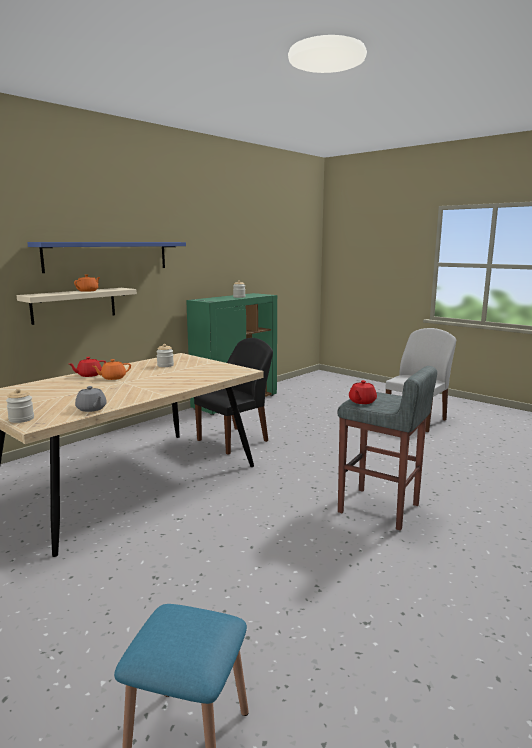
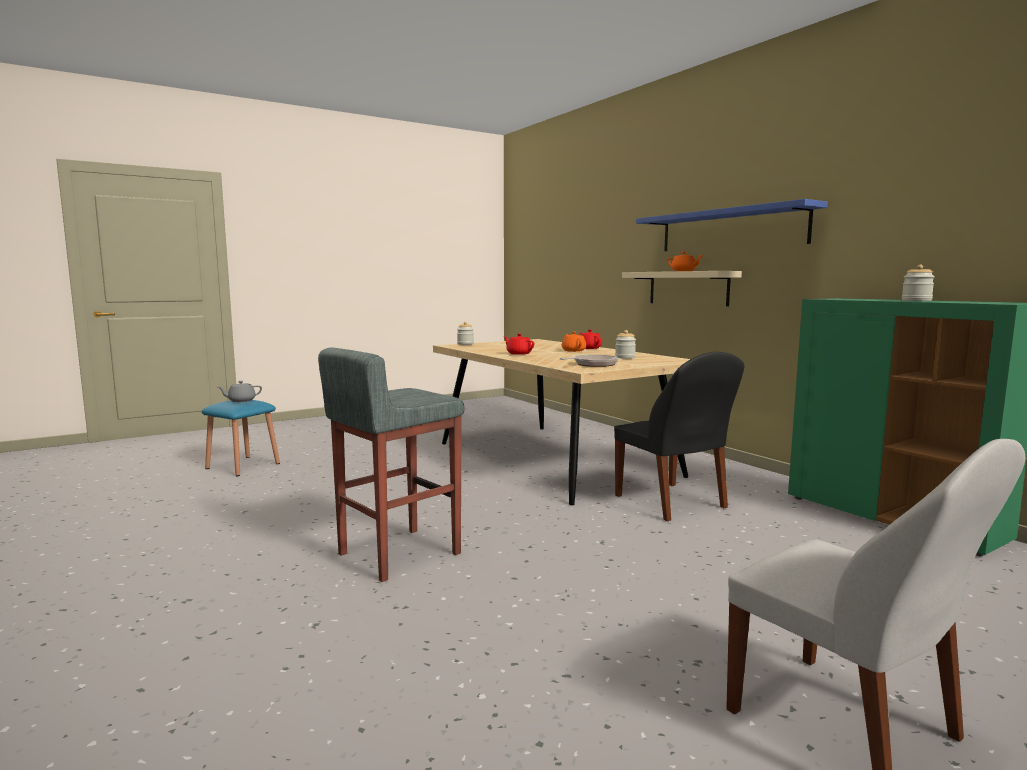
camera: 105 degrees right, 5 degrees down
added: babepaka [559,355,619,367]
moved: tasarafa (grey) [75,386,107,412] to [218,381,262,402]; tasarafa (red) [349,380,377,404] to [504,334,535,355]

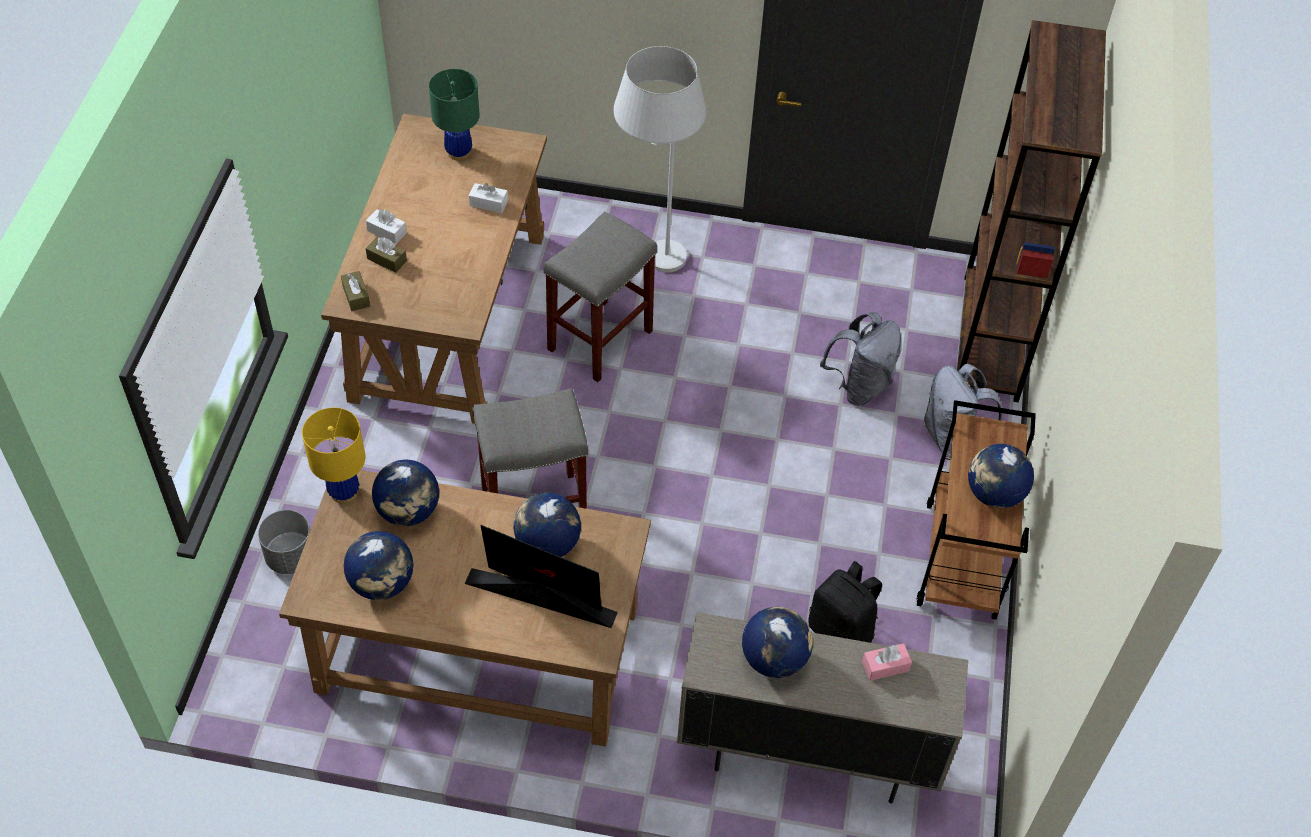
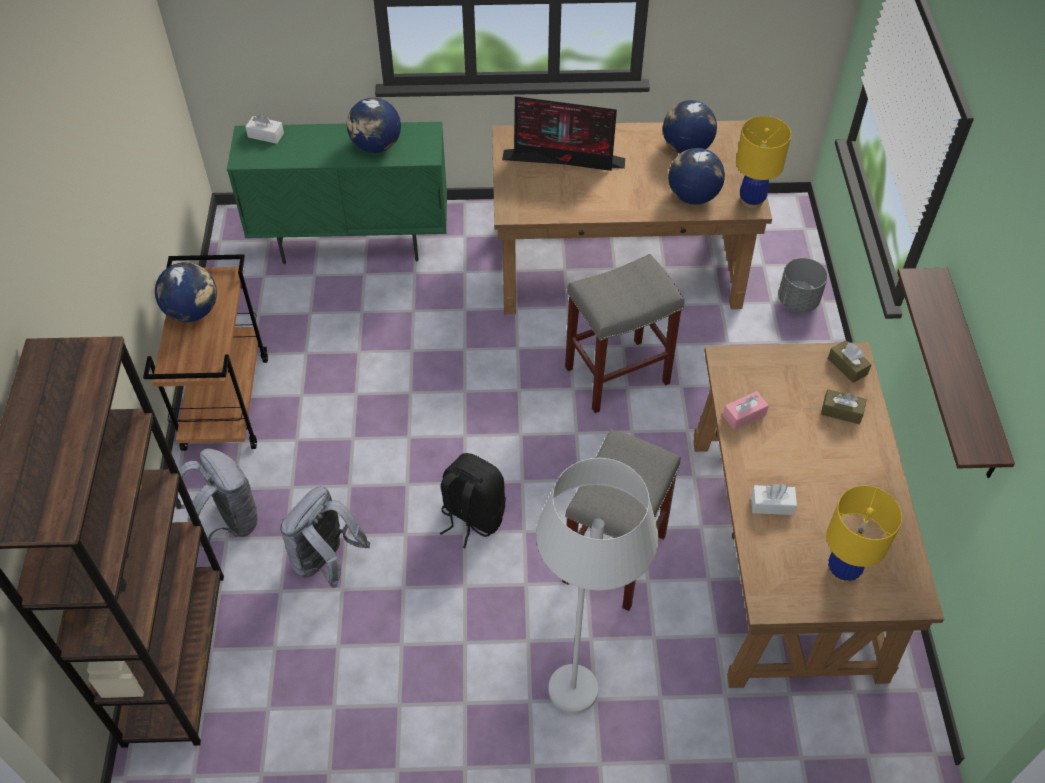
camera: 170 degrees right, 0 degrees up
removed: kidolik [514,493,581,557]
added: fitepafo [897,268,1015,478]
moved: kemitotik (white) [366,209,407,244] to [245,114,284,144]; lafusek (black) [808,561,882,643] to [440,453,506,548]; kemitotik (pink) [862,643,912,681] to [723,391,769,430]
recoloured: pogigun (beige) [677,612,968,804] to pogigun (green) [227,122,447,264]; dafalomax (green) [429,69,480,161] to dafalomax (yellow) [826,486,902,583]

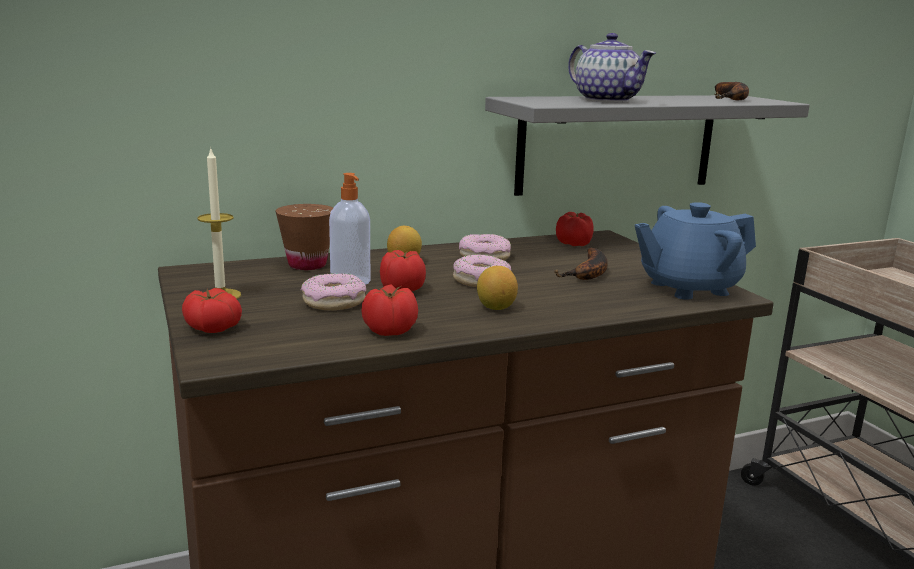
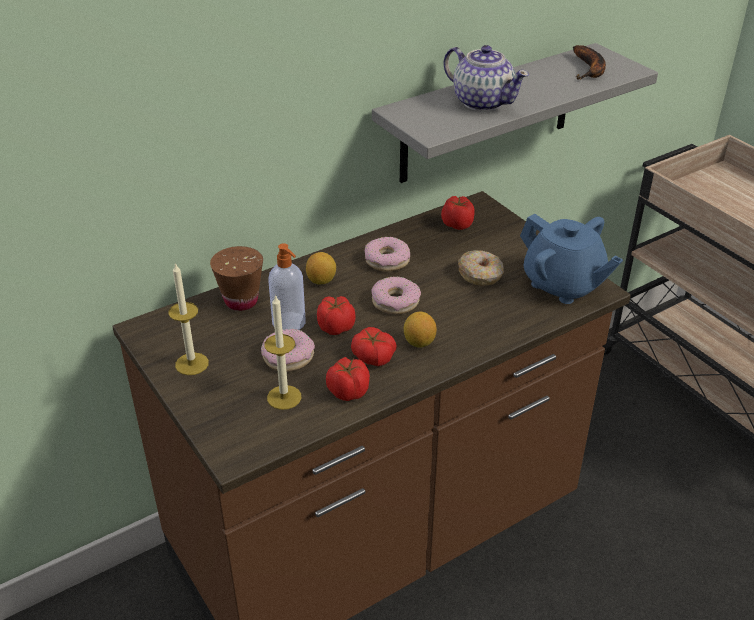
camera: 10 degrees left, 20 degrees up
added: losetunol [264,294,301,410]
moved: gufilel [182,288,242,333] to [351,327,397,366]
replaced: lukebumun [554,248,607,280] to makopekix [458,250,504,285]
turned: tasarafa (blue) [635,202,756,300] = [520,214,623,304] 105 degrees counterclockwise

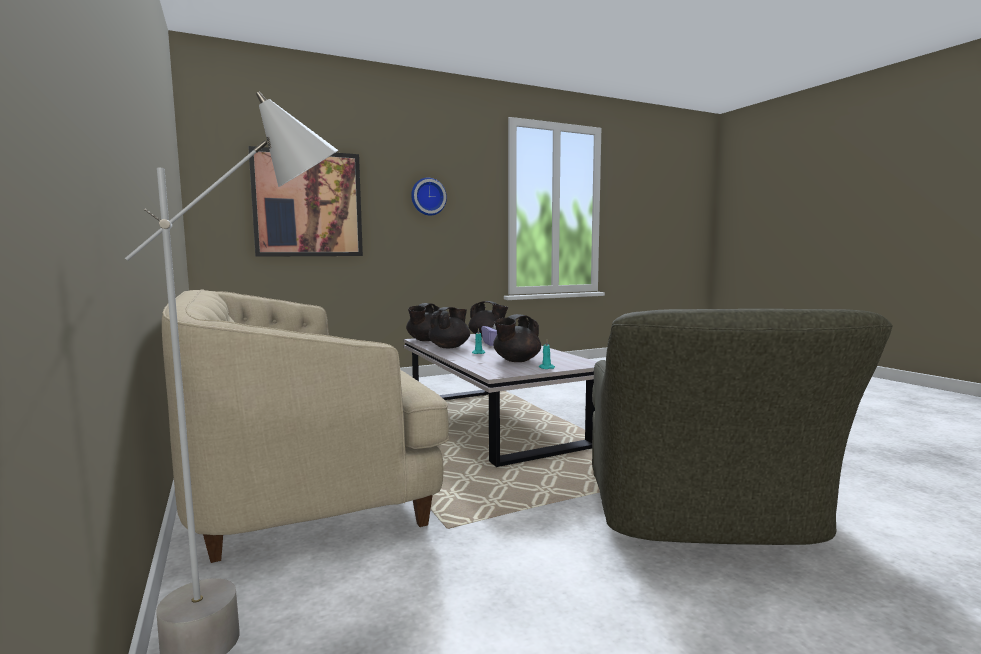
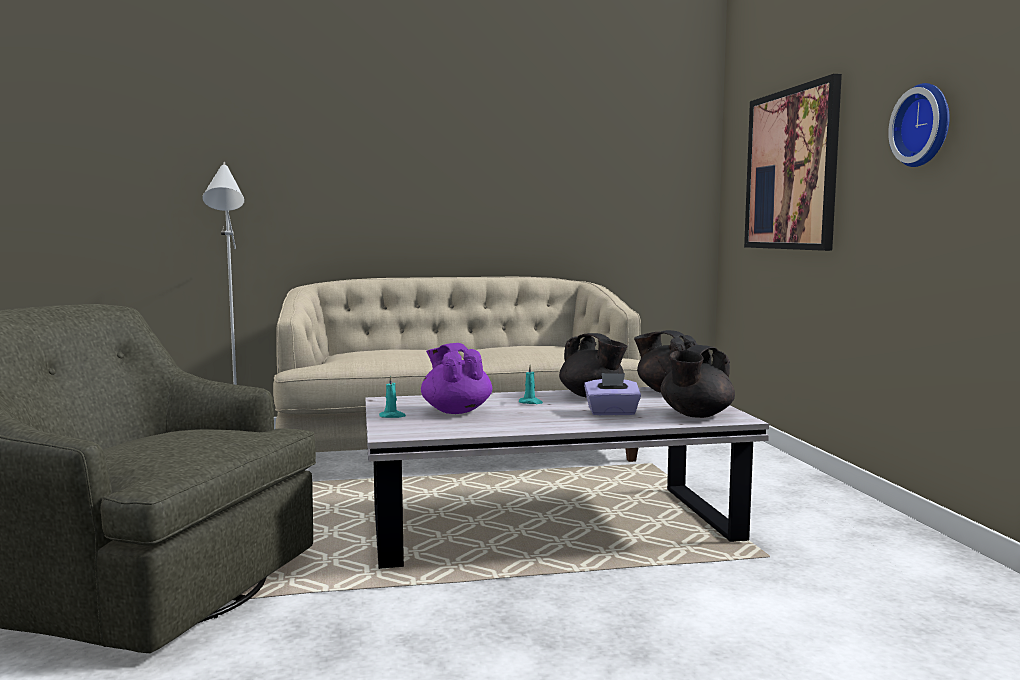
camera: 105 degrees right, 0 degrees up
recoloured: tasarafa (black) [493,314,541,362] to tasarafa (purple) [421,343,492,414]

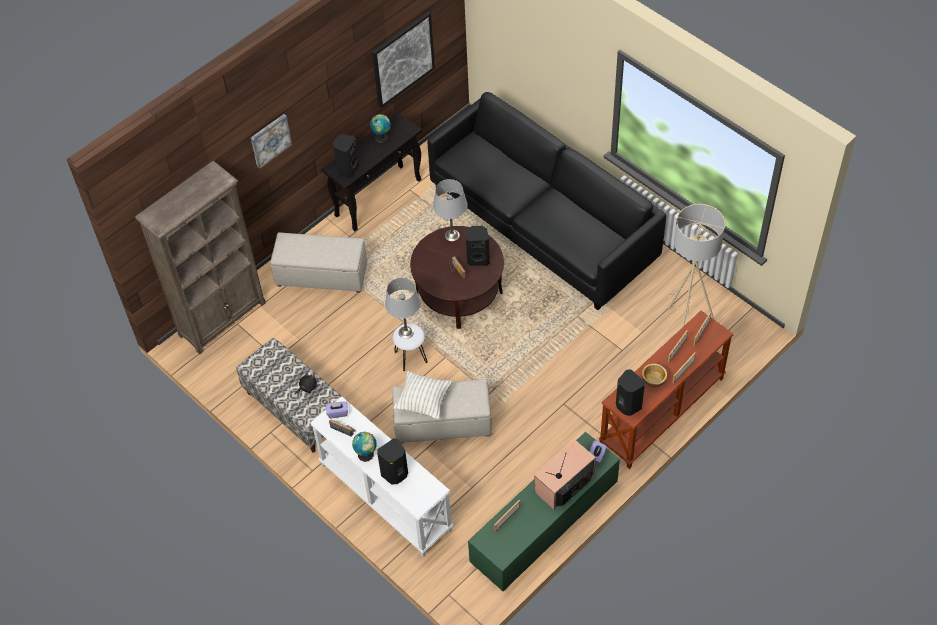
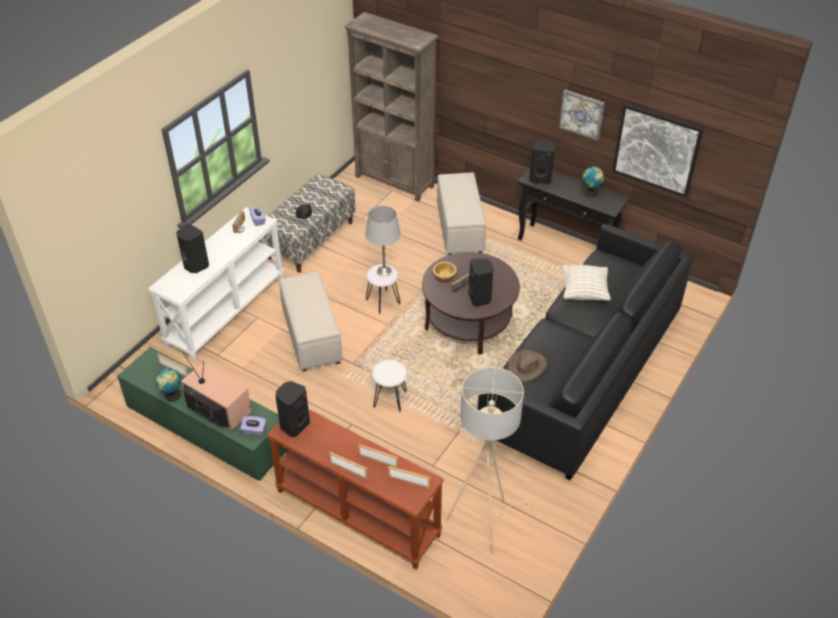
camera: 75 degrees right, 10 degrees down
removed: dafalomax (grey) [433,179,467,241]
added: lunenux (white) [372,360,407,412]; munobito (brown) [508,350,547,382]
moved: kidolik [352,432,377,462] to [156,368,181,401]; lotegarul [642,363,667,387] to [433,262,457,283]; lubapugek [251,114,292,169] to [559,90,605,141]; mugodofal [393,371,452,420] to [563,265,611,301]

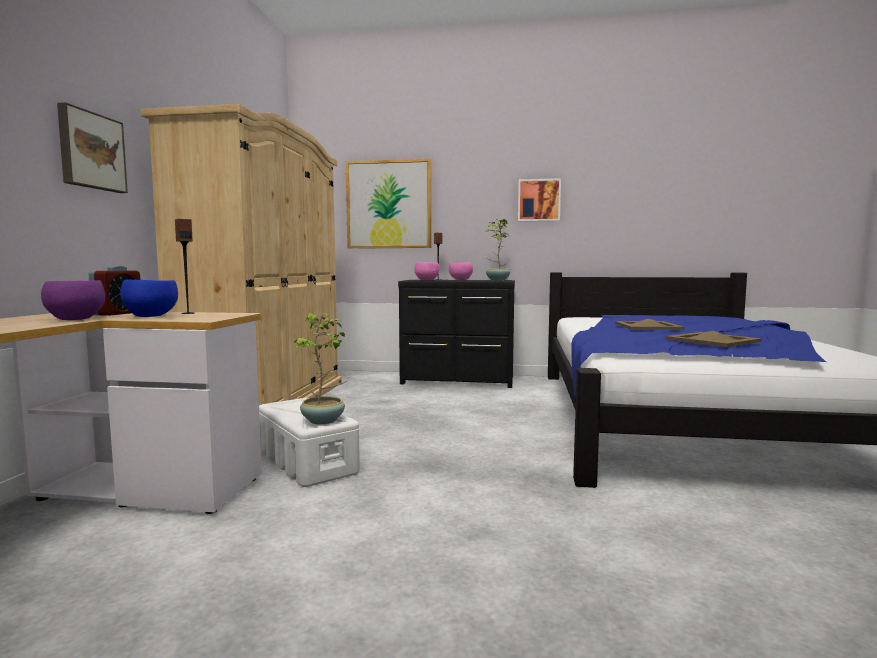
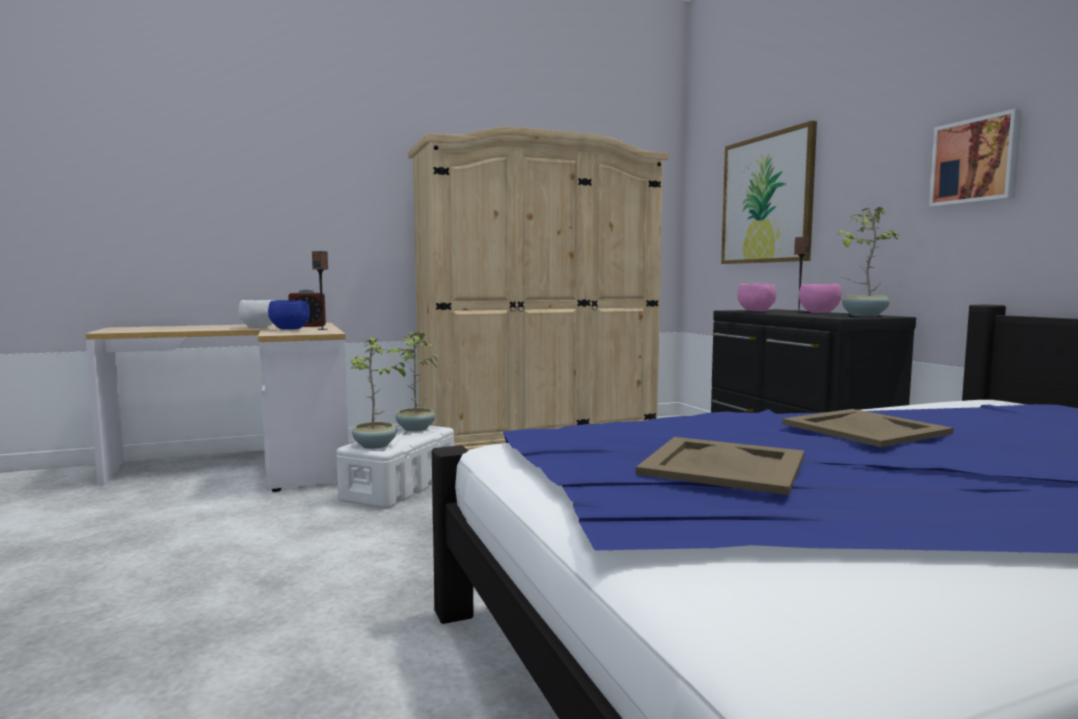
camera: 60 degrees right, 0 degrees up
removed: lubapugek [57,102,128,193]
added: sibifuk [387,332,440,431]
recoloured: lotegarul (purple) [41,280,105,320] to lotegarul (white) [239,300,274,328]

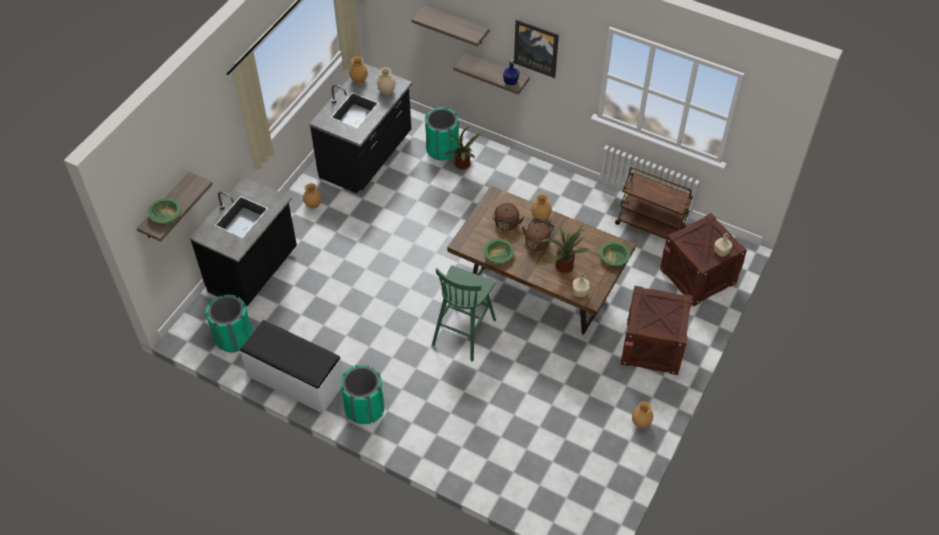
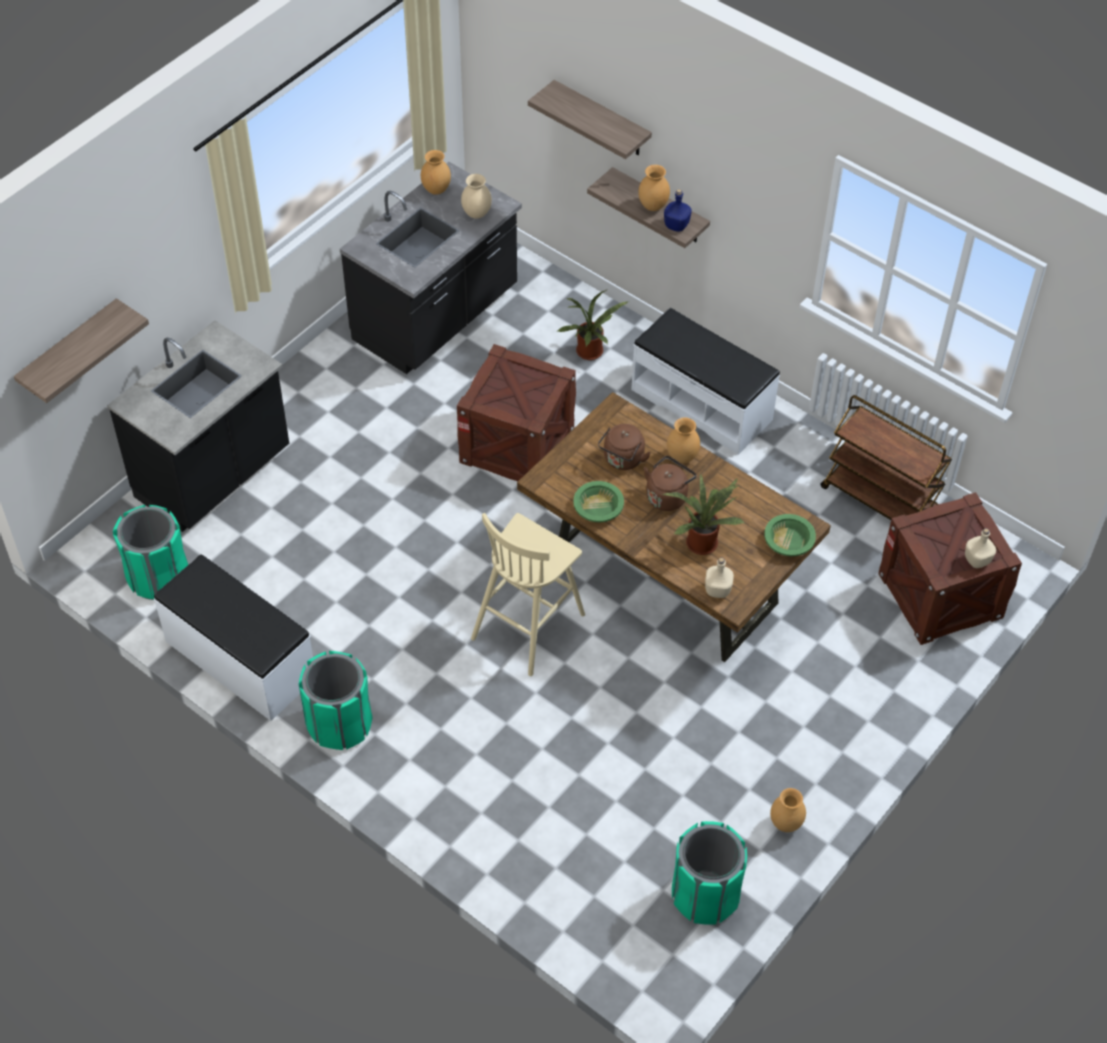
camera: 10 degrees right, 0 degrees up
removed: lotegarul (green) [148,198,181,224]; lubapugek [514,19,559,78]
added: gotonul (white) [631,308,780,455]
moved: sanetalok [620,286,693,375] to [457,344,576,481]; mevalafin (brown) [303,183,322,209] to [638,165,670,211]; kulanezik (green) [425,107,459,161] to [672,821,747,925]
recoloured: lunenux (green) [432,265,496,361] to lunenux (beige) [471,513,585,676]

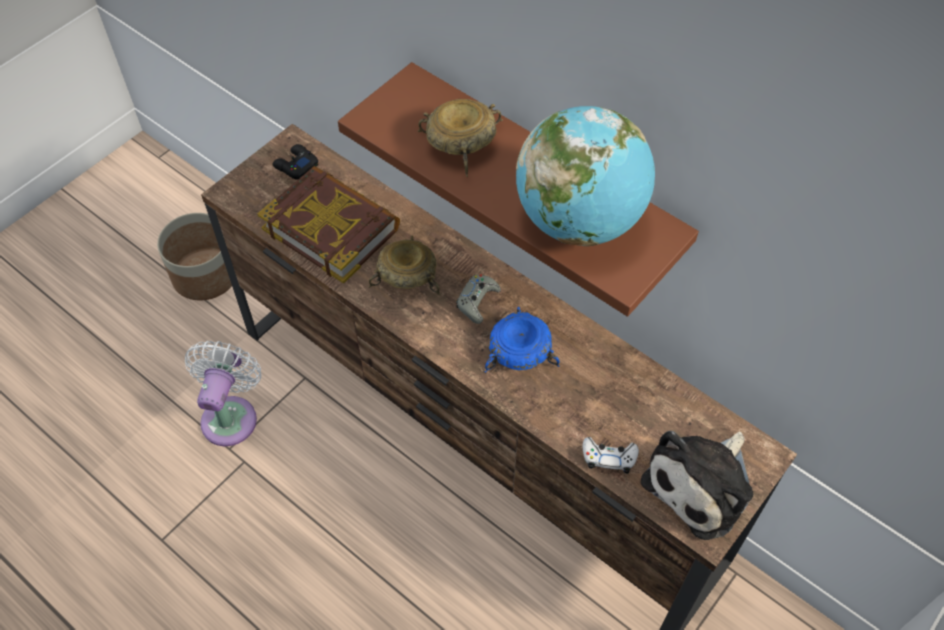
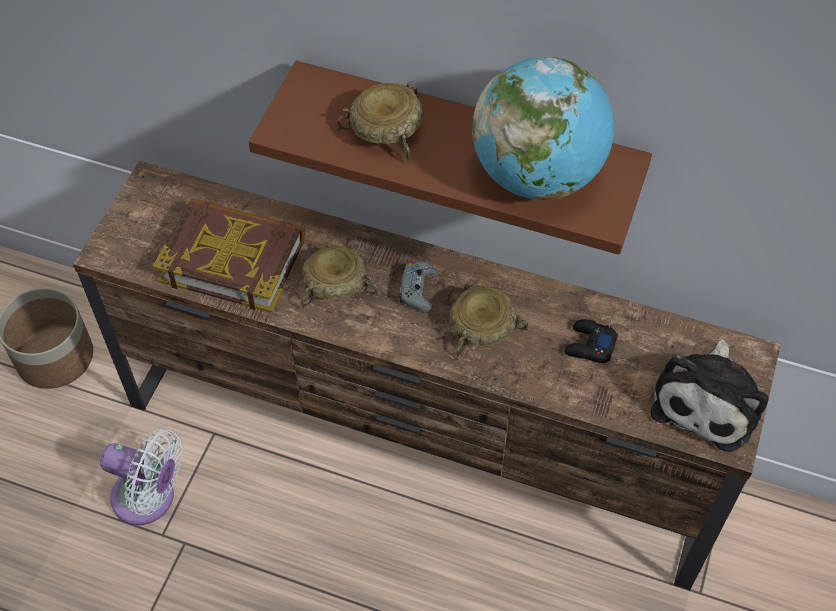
camera: 20 degrees left, 0 degrees up
removed: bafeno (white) [583,437,639,474]
moved: bafeno (black) [272,144,318,179] to [565,319,618,363]
recoloured: lotegarul (blue) [485,307,560,373] to lotegarul (beige) [450,282,529,359]
turned: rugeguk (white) [185,341,261,446] = [100,429,182,525] 120 degrees clockwise

